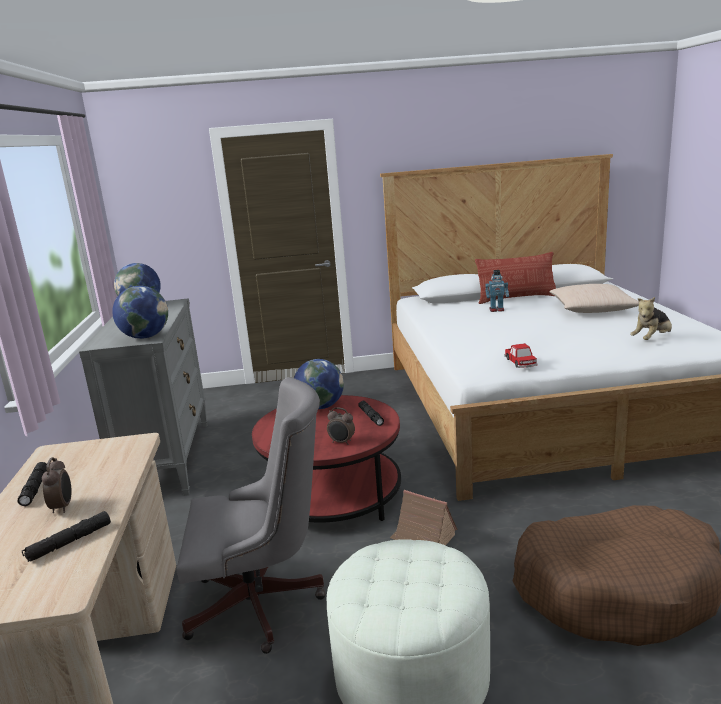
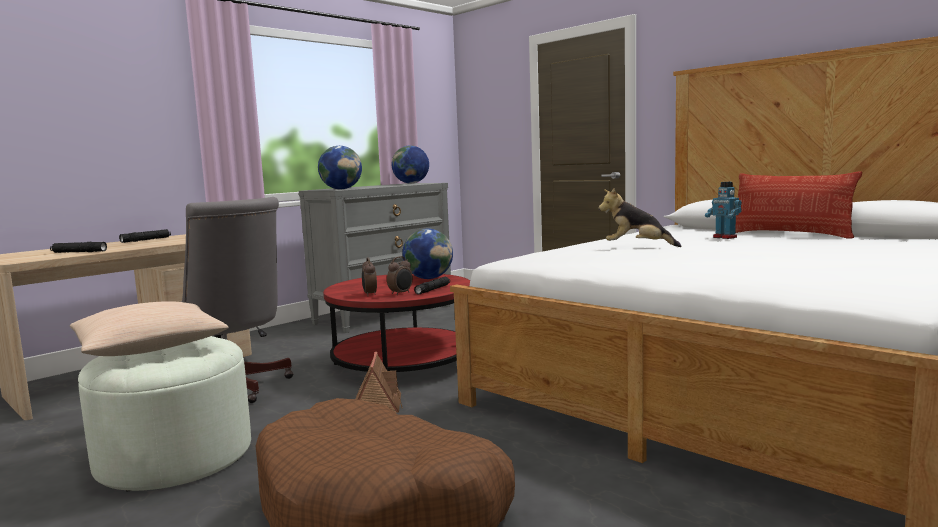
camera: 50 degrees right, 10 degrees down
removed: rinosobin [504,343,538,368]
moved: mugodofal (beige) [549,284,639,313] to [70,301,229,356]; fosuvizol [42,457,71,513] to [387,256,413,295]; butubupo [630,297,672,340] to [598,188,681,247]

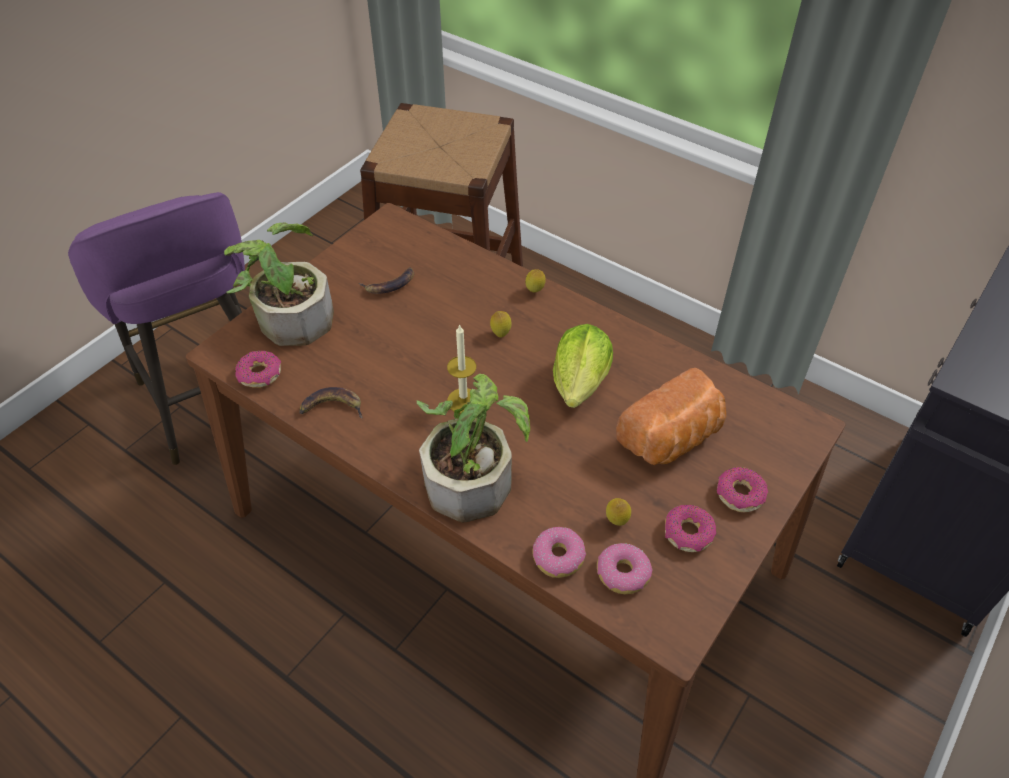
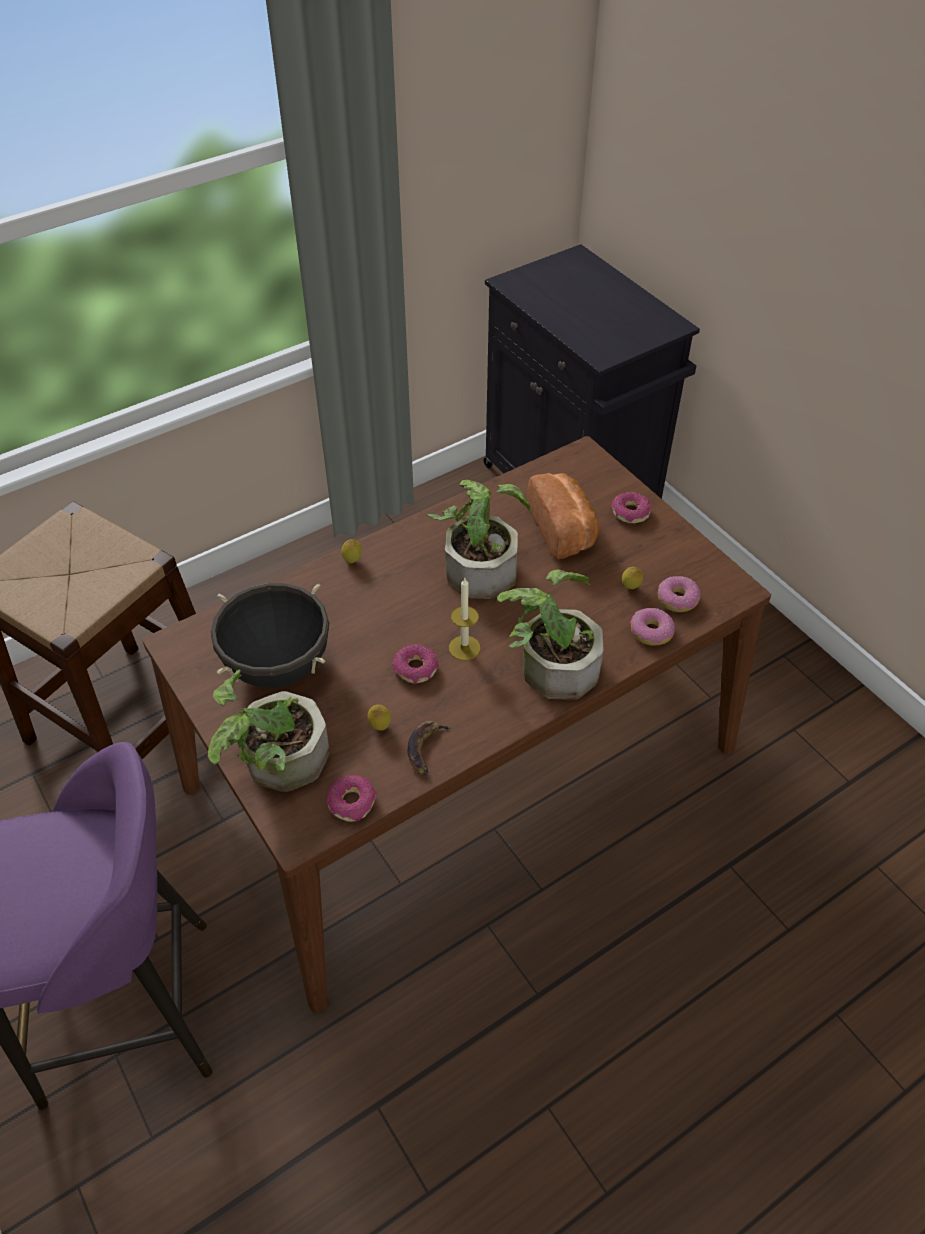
camera: 70 degrees left, 0 degrees up
moved: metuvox [490,311,512,338] to [368,705,391,731]; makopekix [665,505,716,552] to [393,644,439,684]
replaced: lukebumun [359,267,414,294] to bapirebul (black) [211,583,330,688]; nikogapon [553,324,613,408] to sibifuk [427,480,532,599]

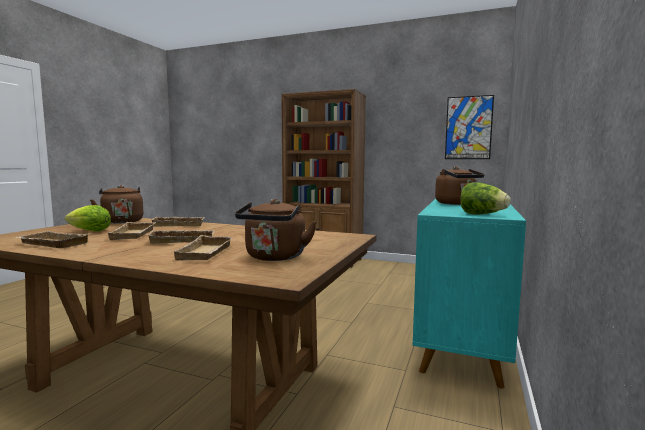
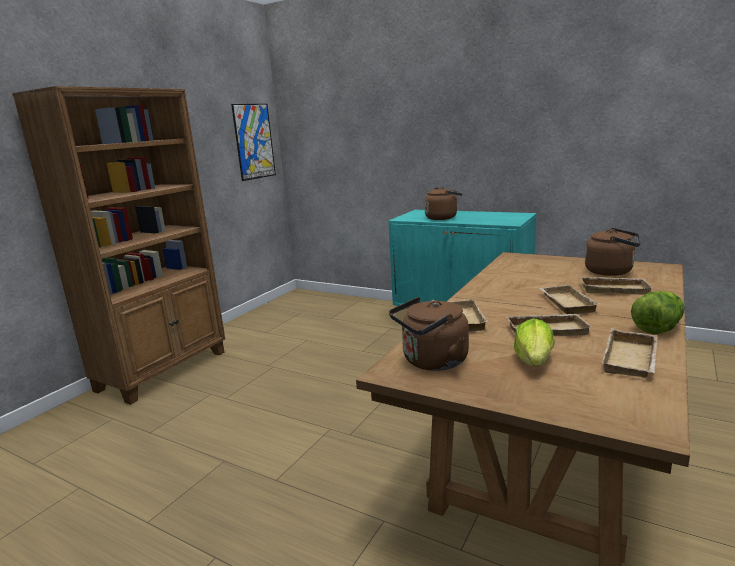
camera: 80 degrees left, 10 degrees up
moved: nikogapon [460,182,511,215] to [631,291,685,334]

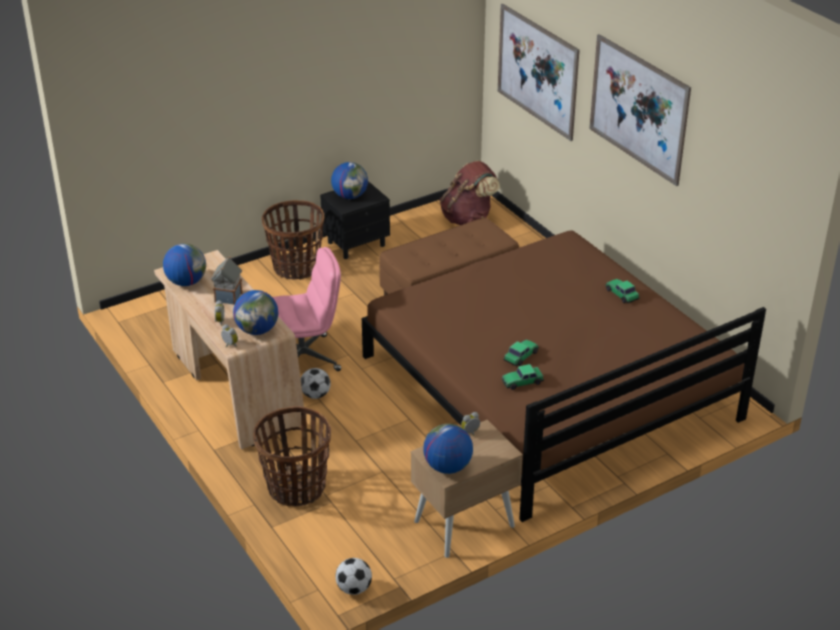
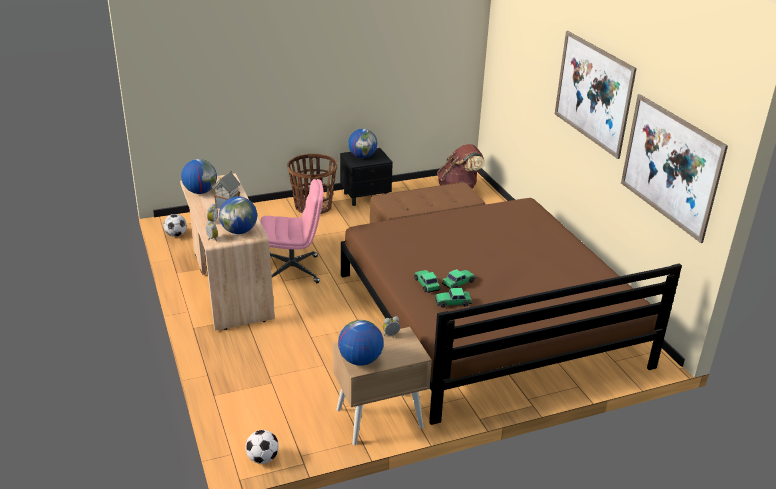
camera: 10 degrees right, 5 degrees down
removed: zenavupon [253,406,331,506]
moved: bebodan [301,368,331,399] to [163,214,187,237]; rinosobin [605,279,640,303] to [414,270,441,293]; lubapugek [498,4,579,141] to [621,94,728,243]

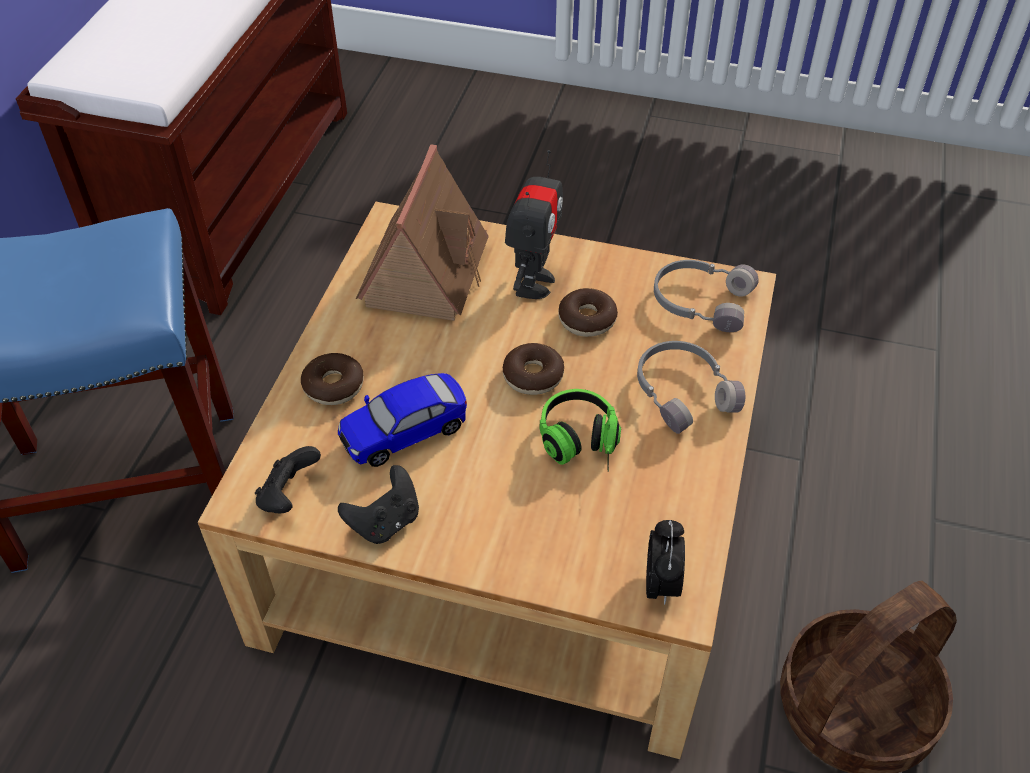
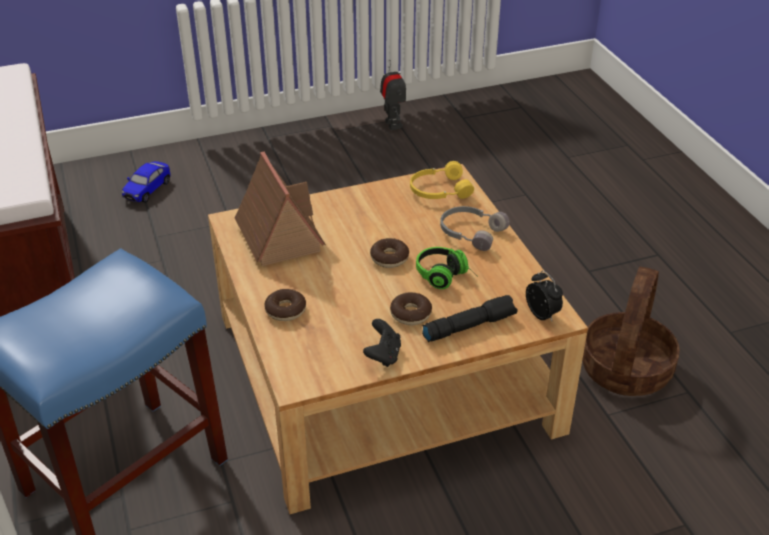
camera: 35 degrees left, 10 degrees down
removed: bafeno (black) [255,446,321,514]
added: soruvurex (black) [422,295,518,342]
moved: rinosobin [338,373,467,467] to [122,161,171,203]; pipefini [505,150,563,299] to [380,60,406,130]; makopekix [558,288,618,337] to [390,292,432,326]
recoloured: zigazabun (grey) [654,260,759,332] to zigazabun (yellow) [410,161,474,199]

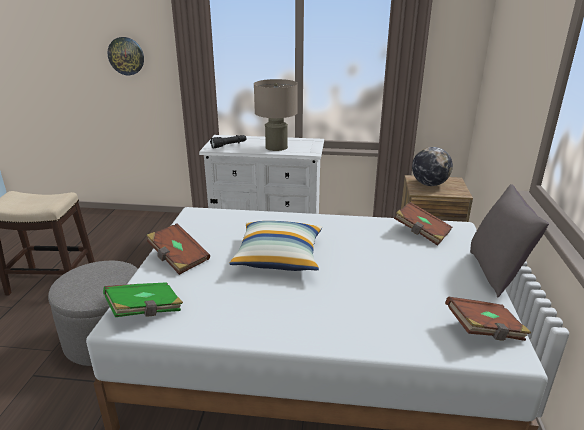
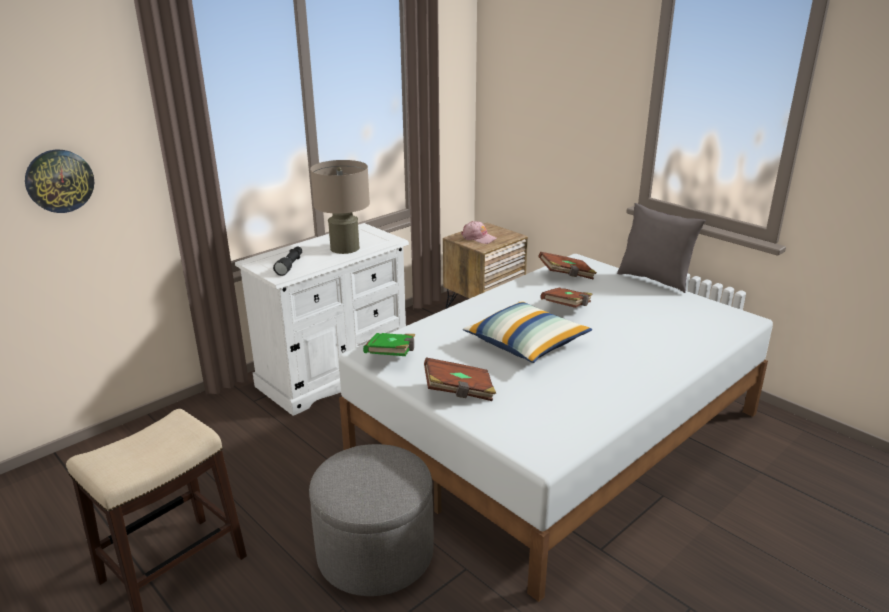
camera: 50 degrees left, 0 degrees up
moved: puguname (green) [103,282,183,317] to [363,333,415,356]; puguname (brown) [445,297,531,341] to [541,288,593,308]
replaced: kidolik [412,147,453,186] to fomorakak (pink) [461,221,497,244]

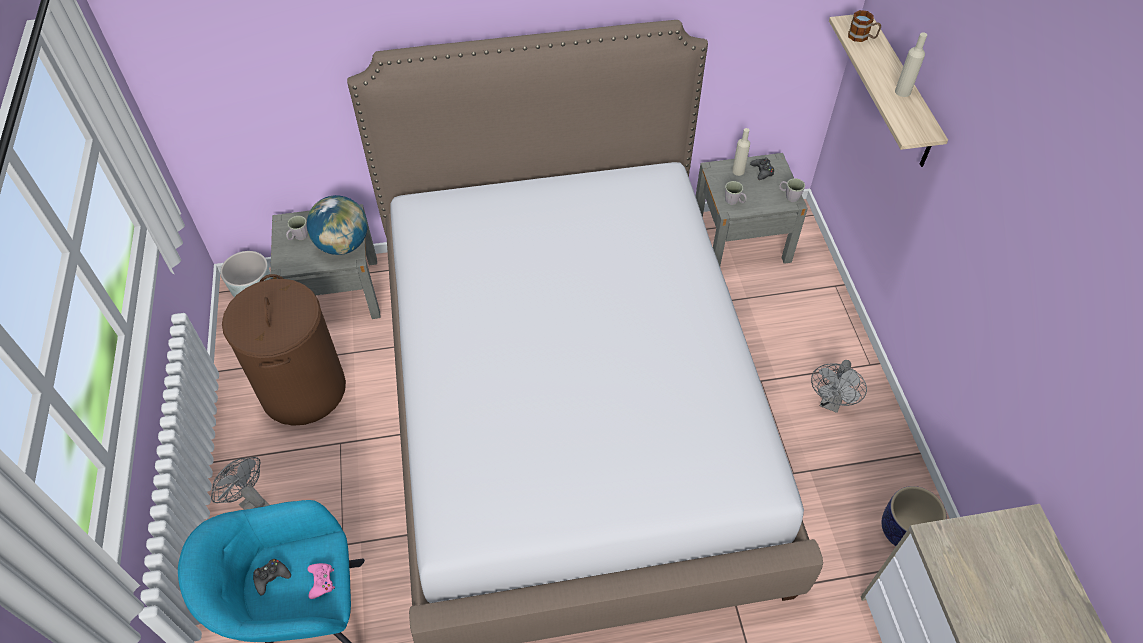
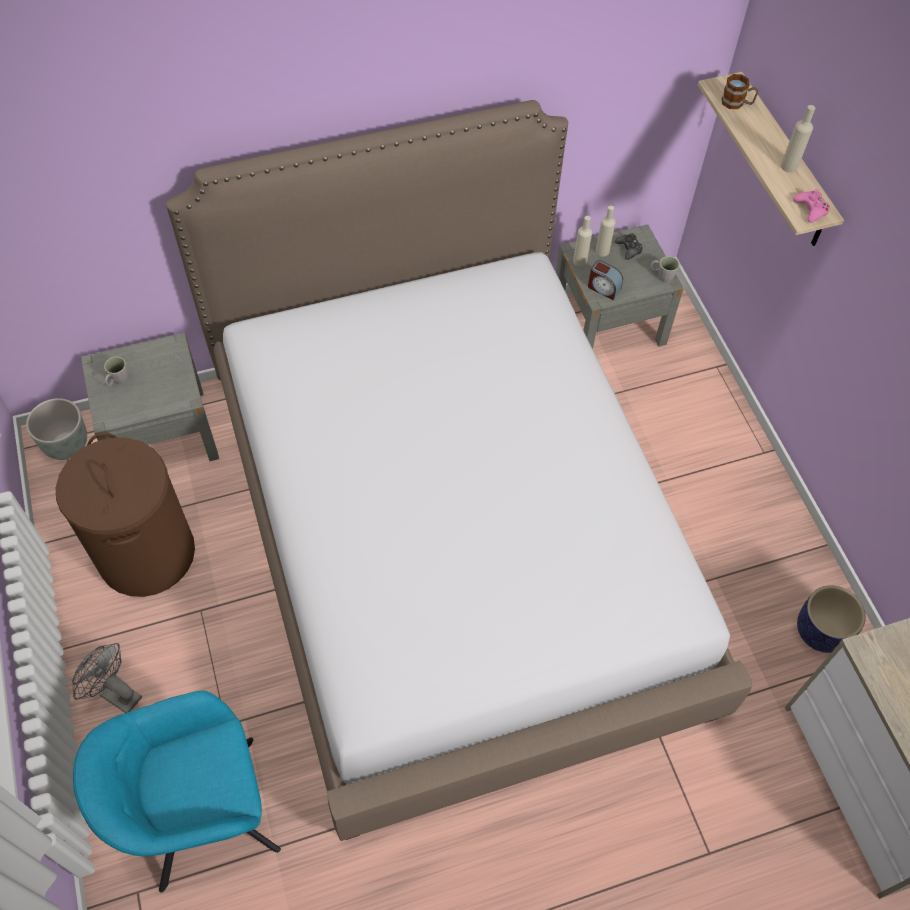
camera: 10 degrees left, 5 degrees up
removed: bafeno (black) [253,559,291,595]; kidolik [307,195,368,255]; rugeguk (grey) [811,360,867,413]
added: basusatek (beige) [573,216,592,267]
moved: bafeno (pink) [307,563,335,599] to [793,189,830,223]
replaced: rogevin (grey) [725,181,747,205] to fosuvizol [588,260,623,300]

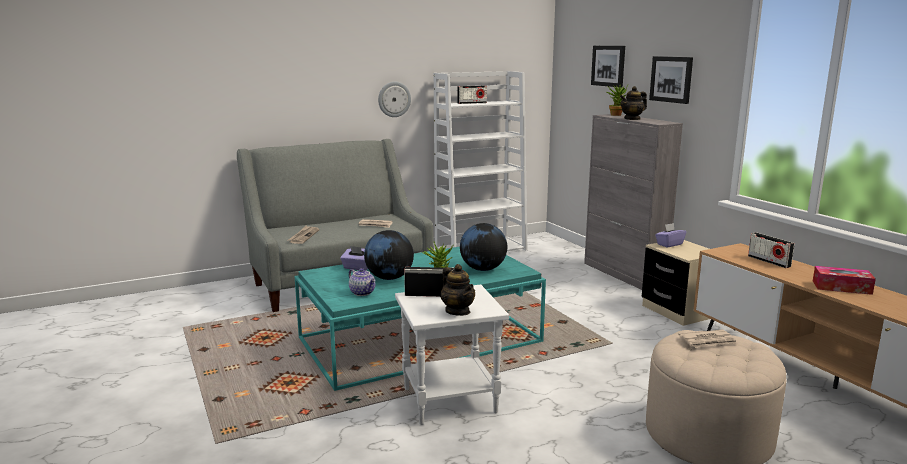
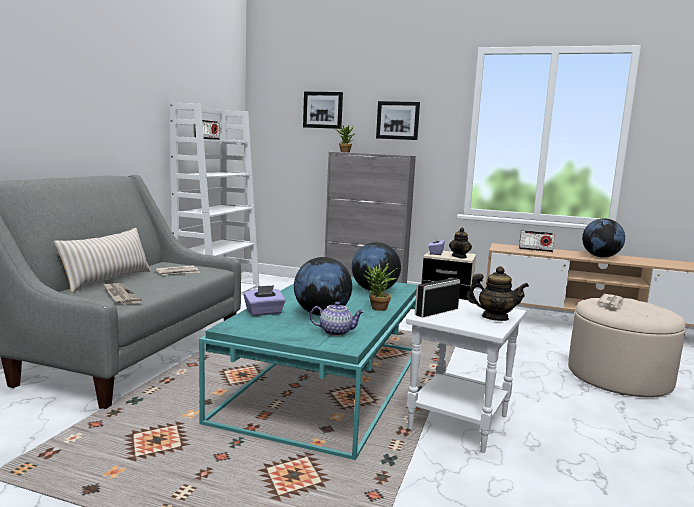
camera: 45 degrees left, 5 degrees down
removed: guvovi [378,82,411,117]
added: mugodofal (beige) [53,228,151,293]
moved: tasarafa [620,86,647,120] to [449,227,472,258]
replaced: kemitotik [813,266,876,295] to kidolik [582,218,625,258]

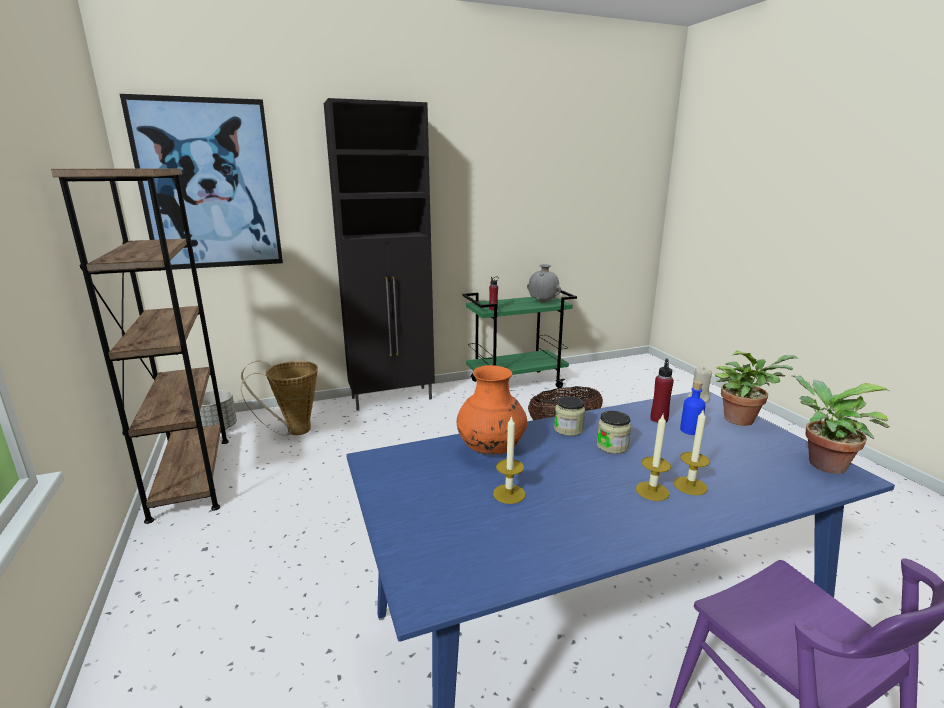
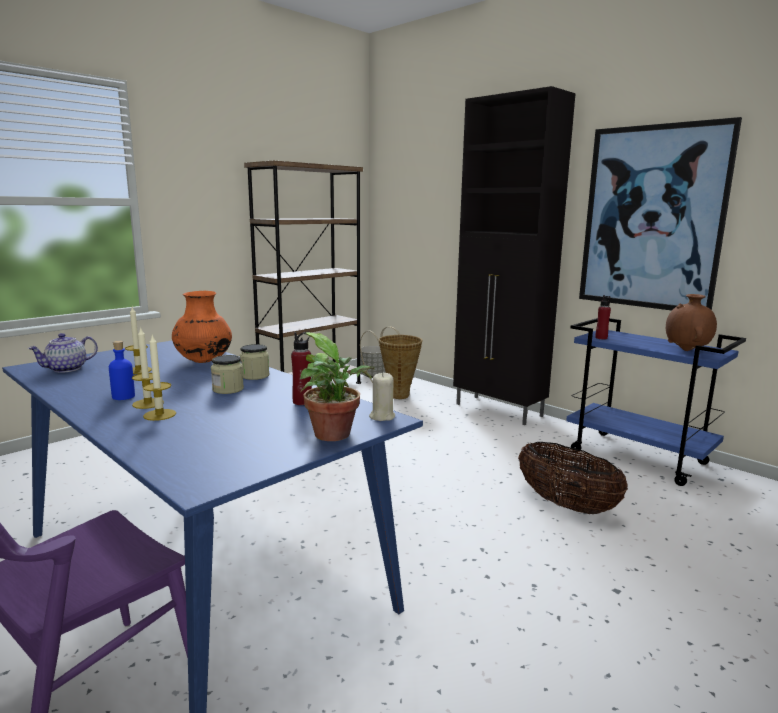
camera: 65 degrees right, 5 degrees down
removed: sibifuk [792,375,891,474]
added: tasarafa [28,333,98,373]
moved: basusatek (blue) [680,381,705,435] to [109,341,135,400]; lubapugek [120,94,283,270] to [579,117,742,310]
recoloured: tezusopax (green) [463,290,577,388] to tezusopax (blue) [566,318,746,486]; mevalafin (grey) [527,264,561,303] to mevalafin (brown) [666,294,717,351]

